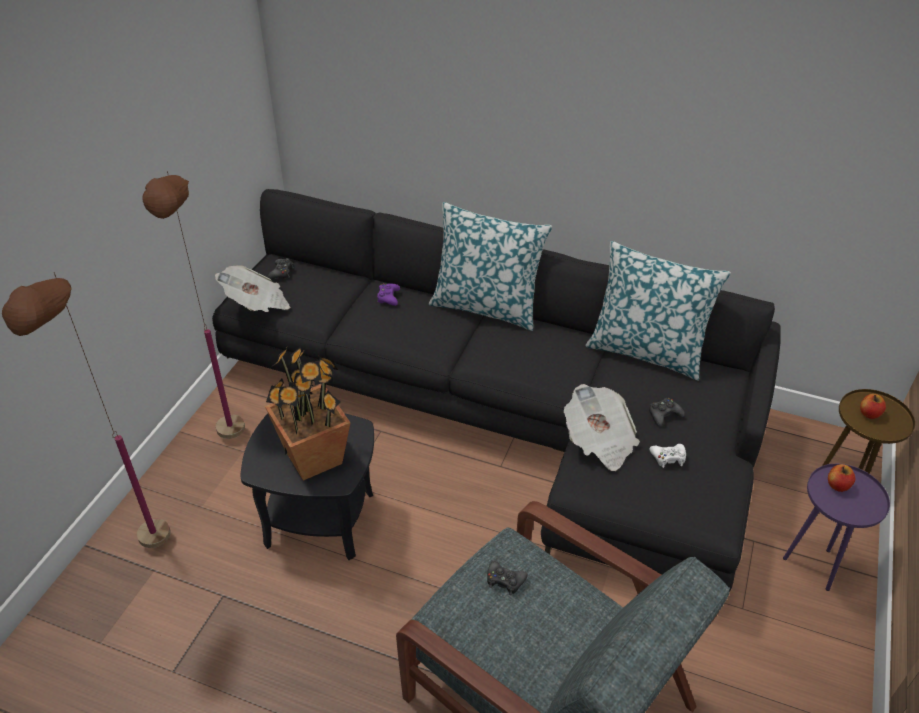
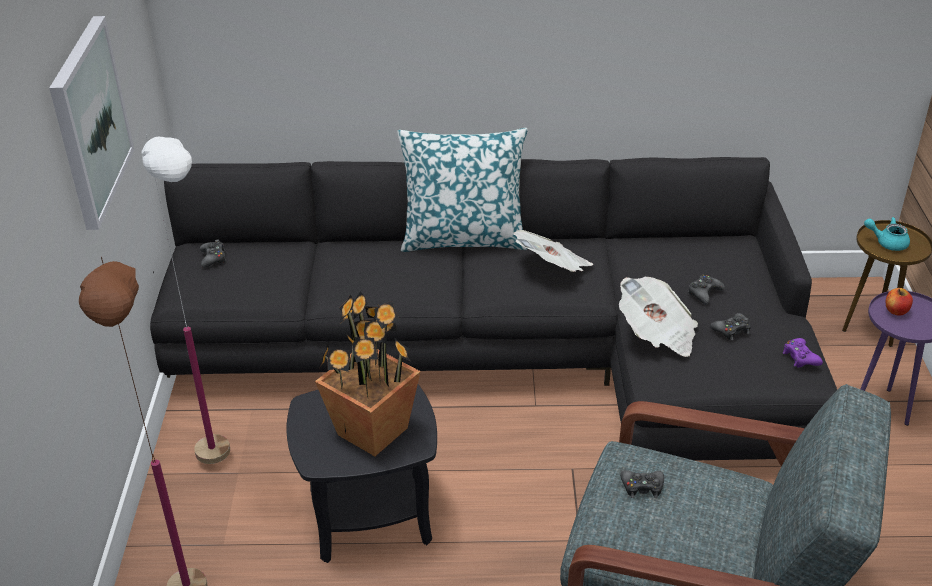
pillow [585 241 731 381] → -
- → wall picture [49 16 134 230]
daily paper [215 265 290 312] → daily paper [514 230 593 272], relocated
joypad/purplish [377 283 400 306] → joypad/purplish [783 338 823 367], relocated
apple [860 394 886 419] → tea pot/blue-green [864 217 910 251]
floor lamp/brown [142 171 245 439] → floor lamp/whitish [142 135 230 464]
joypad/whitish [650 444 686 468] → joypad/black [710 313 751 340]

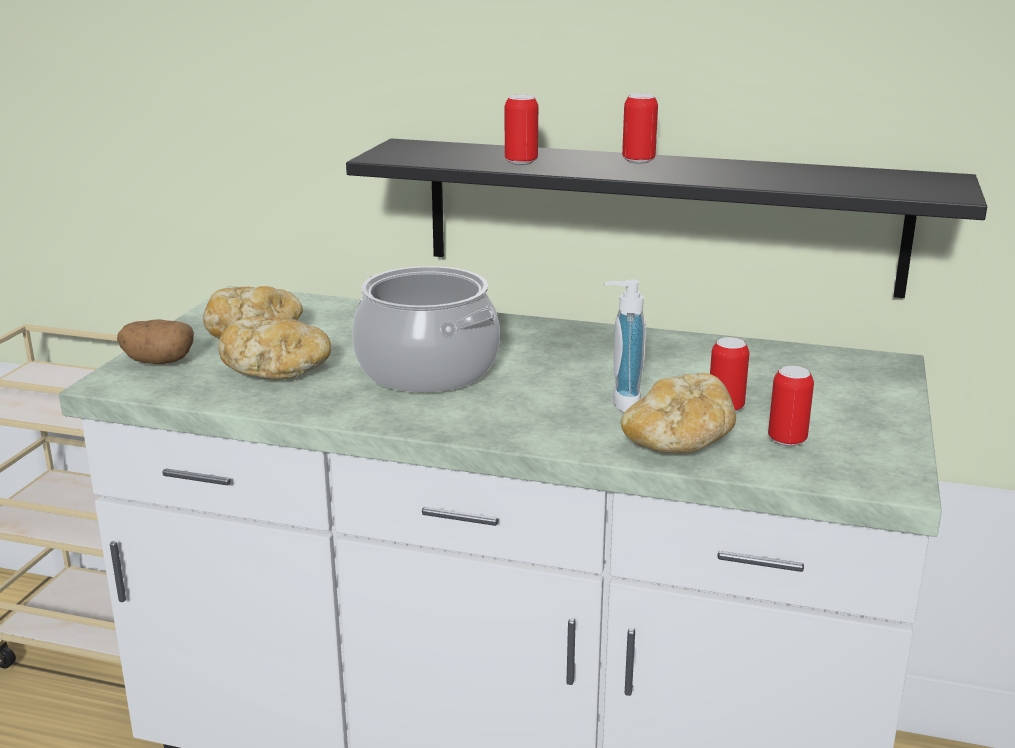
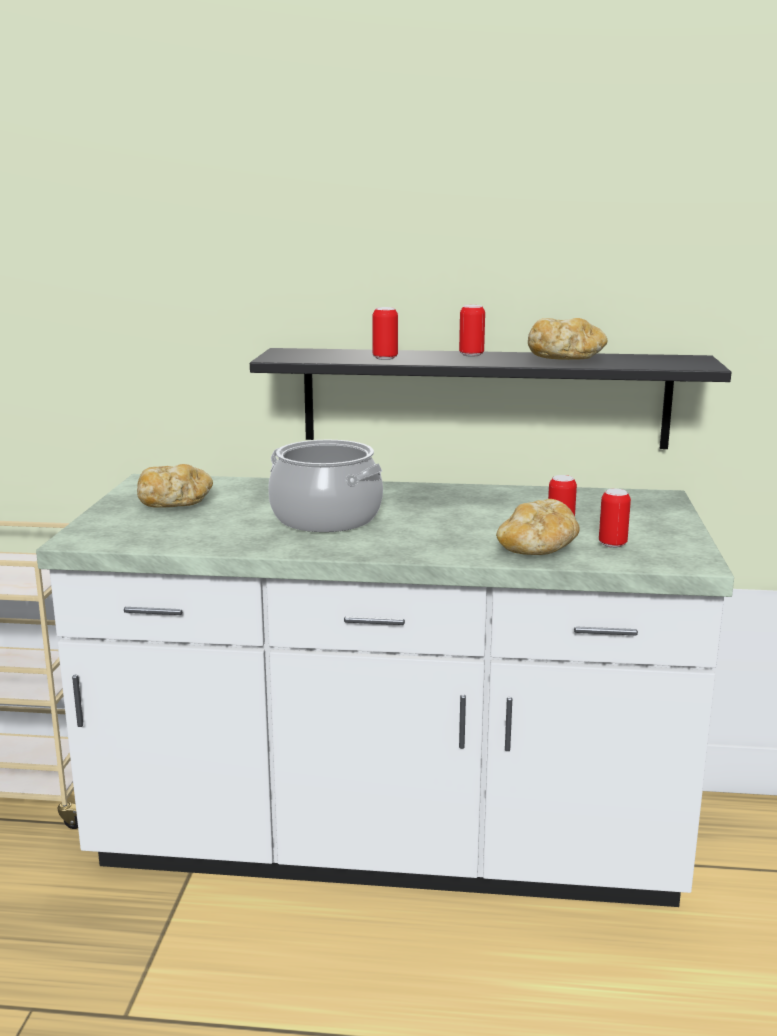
whole potato [117 319 194 364] → -
soap dispenser [604 279 646 413] → -
baked bread [218 316 331 380] → baked bread [528 318 607 360], relocated

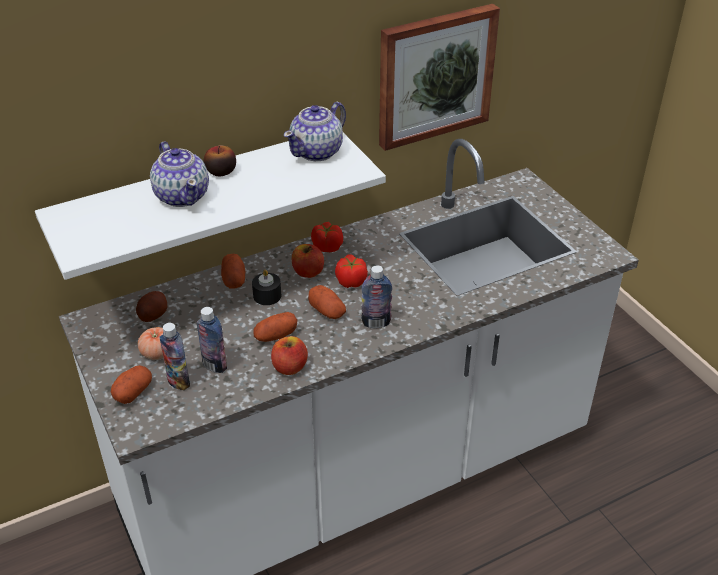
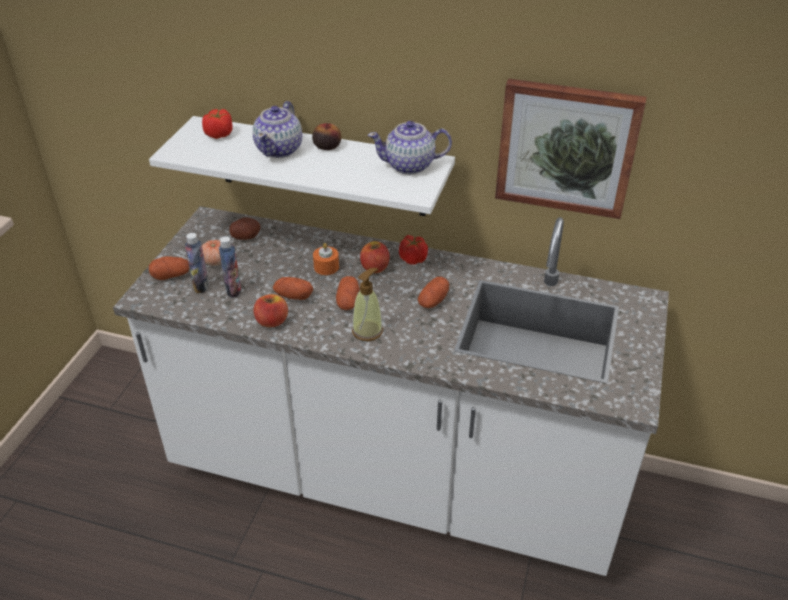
whole potato [221 254 246 289] → whole potato [418 277 449 308], relocated
tomato [335 254 368 288] → tomato [202 109 233 139], relocated
drink bottle [361 265 393 328] → soap dispenser [352 268 383 341]
wax light/black [252 270 281 305] → wax light/orange [313 243 339 275]

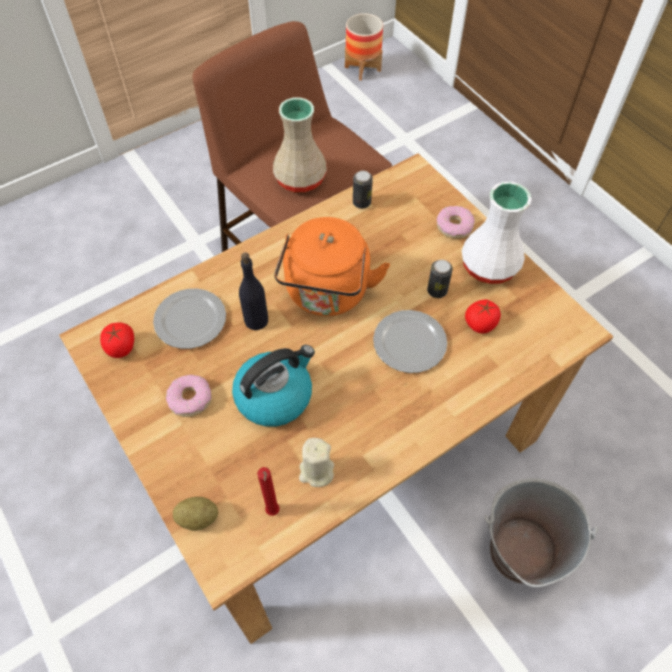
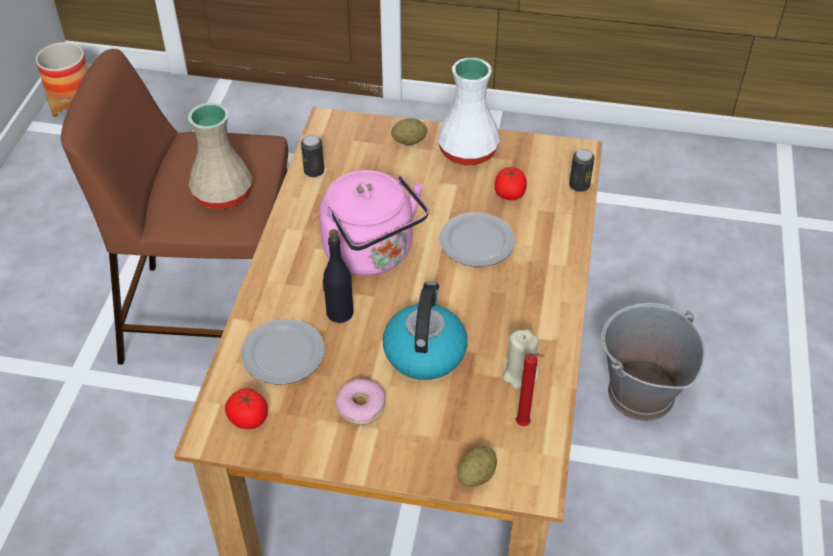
sealed can [427 260 453 298] → sealed can [569 149 595 192], relocated
ring doughnut [436 206 475 239] → whole potato [391 118 427 145]
kettle/orange [274 217 390 316] → kettle/pink-coloured [319 170 429 276]

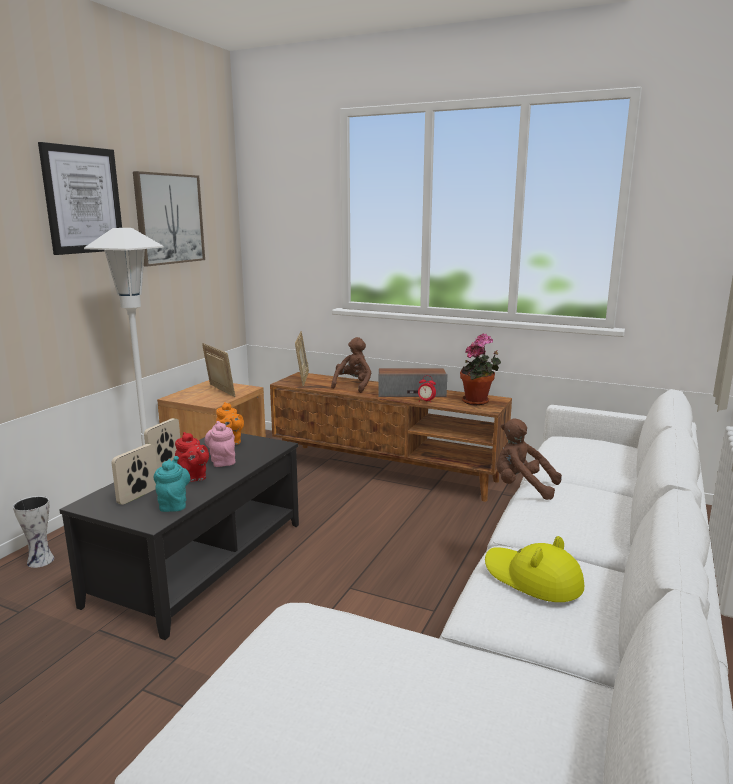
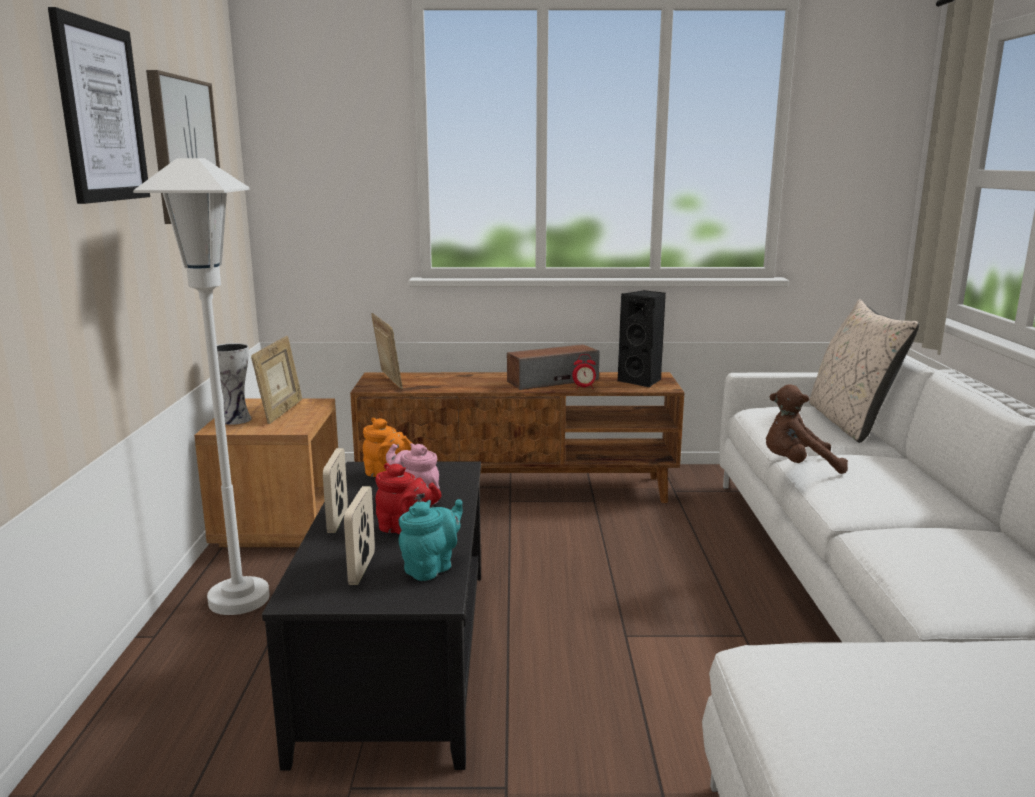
cuddly toy/brown [331 337 371 393] → -
wearable hat/yellowish [485 536 584 602] → -
- → pillow/beige-coloured [809 299 919 443]
vase [13 496 54 568] → vase [217 343 252 425], relocated
plant in a pot [460 334 501 405] → speaker/black [618 290 666 388]
tea pot/blue-green [154 456 190 512] → tea pot/blue-green [399 499 463 581], 75 degrees clockwise
photo frame [202 343 235 397] → photo frame [251 336 302 424], 75 degrees clockwise

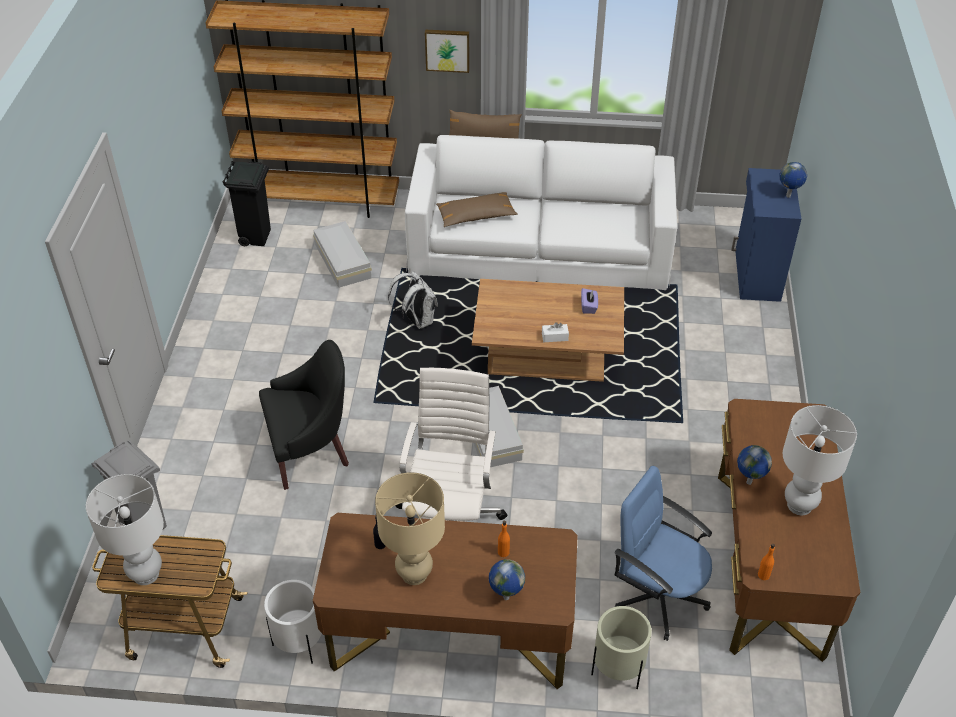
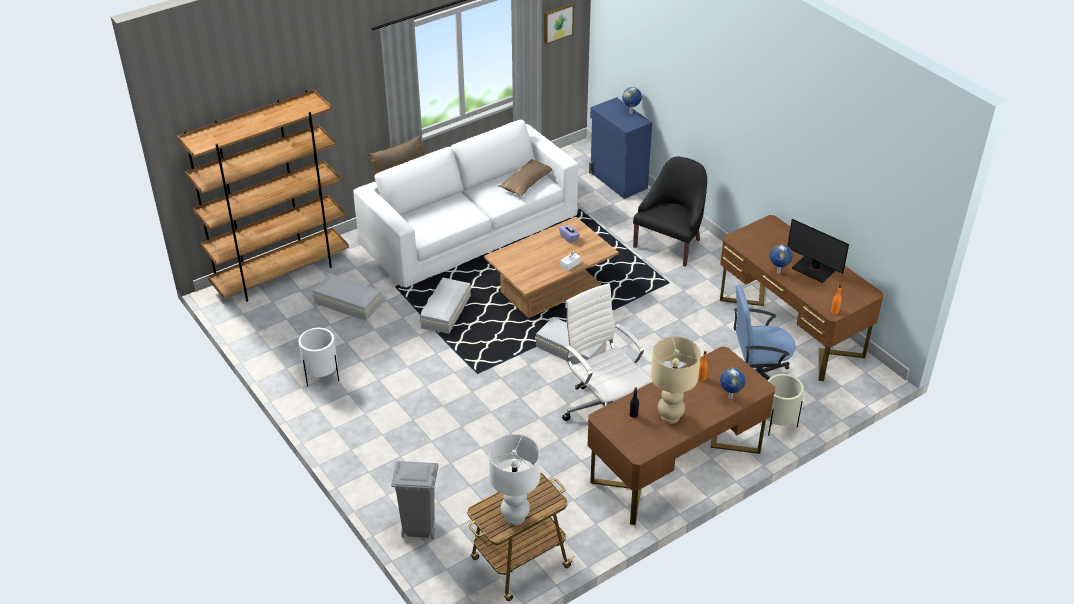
trash can/black [222 161 271 246] → -
easy chair/black [259 340 349 490] → easy chair/black [633 157 707 267], relocated
flower pot/whitish [264 580 322 664] → flower pot/whitish [299 328 339 386], relocated
wall picture [425 30 470 73] → wall picture [544 3 574 44], relocated
pillow/brown [436 192 518 227] → pillow/brown [499 159 553 197], relocated
backpack/whitish [388 271 438 329] → storage bin/whitish [420 278 471 334]
tabletop lamp/whitish [783 405 857 515] → computer display [788 219 849 283]

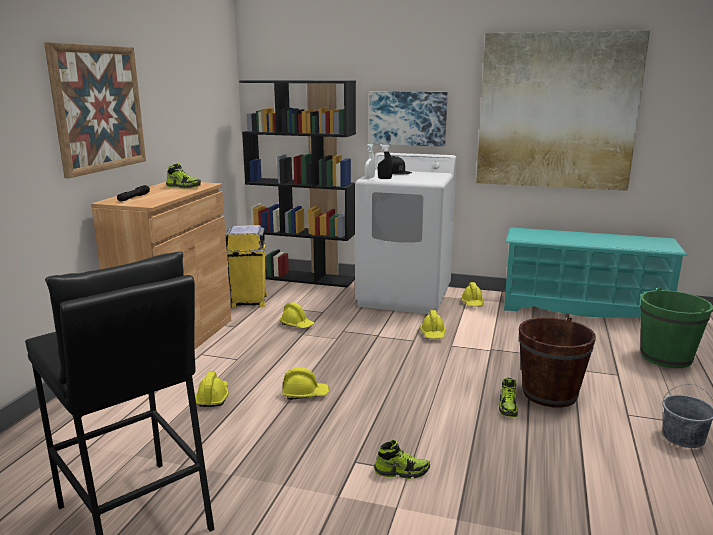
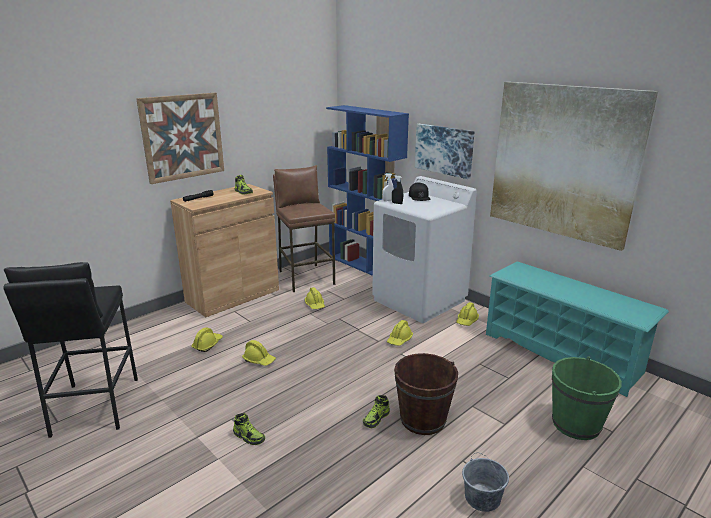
trash can/yellowish [226 225 267 308] → stool seat/brown [273 165 335 292]
bookshelf/black [239 80 356 288] → bookshelf/blue [326 105 409 276]

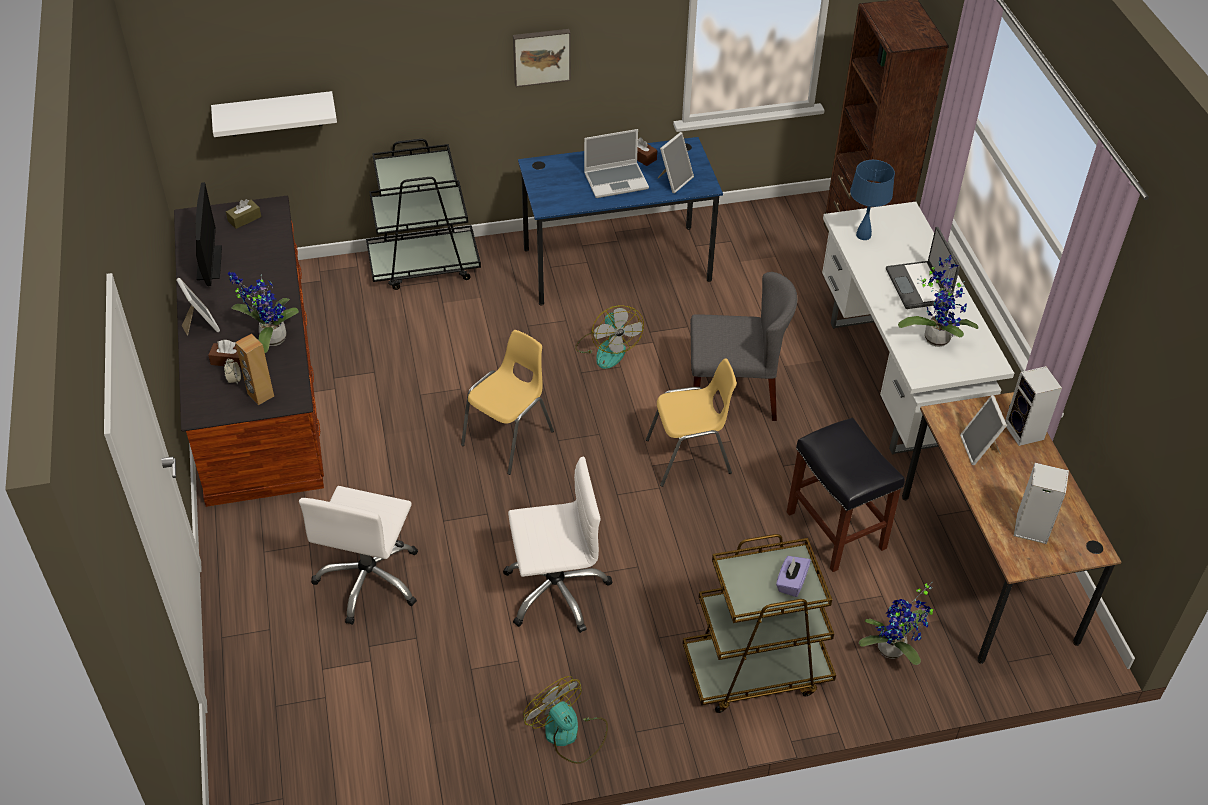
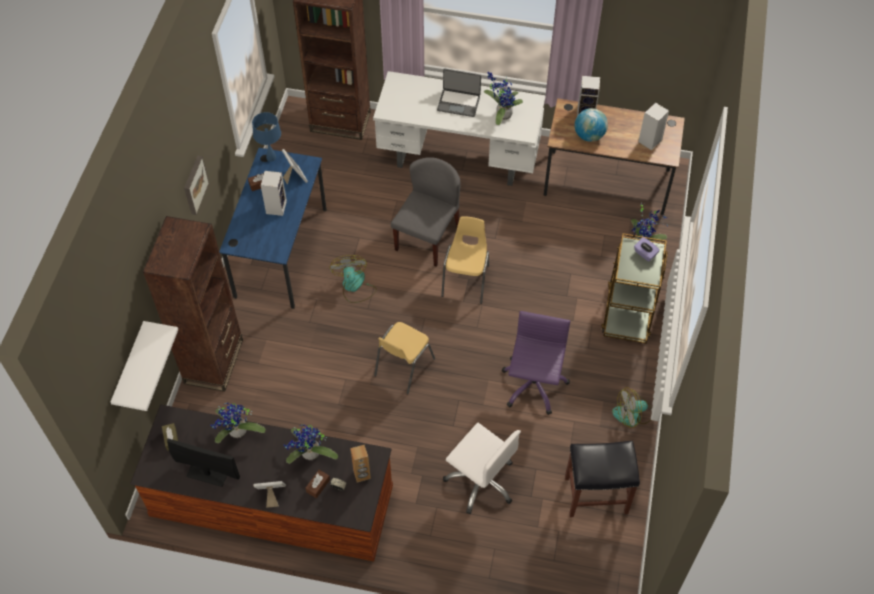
- → plant in a pot [210 403 266 443]
stool seat/black [787 418 905 572] → stool seat/black [565 441 640 517], relocated
tabletop lamp/blue [850 160 895 240] → tabletop lamp/blue [252 112 281 162], relocated
trolley/black [366 139 481 290] → bookshelf/brown [143 216 243 392]
laptop [584 129 649 198] → speaker [261 171 287 216]
photo frame [960 395 1007 465] → world globe [575 108 608 142]
office chair/whitish [503 456 612 633] → office chair/purplish [502 311 571 415]
upright chair/yellowish [461 330 554 475] → upright chair/yellowish [374 322 435 394], 120 degrees counterclockwise
cooling fan [575 305 644 369] → cooling fan [329 255 377 303], 105 degrees counterclockwise

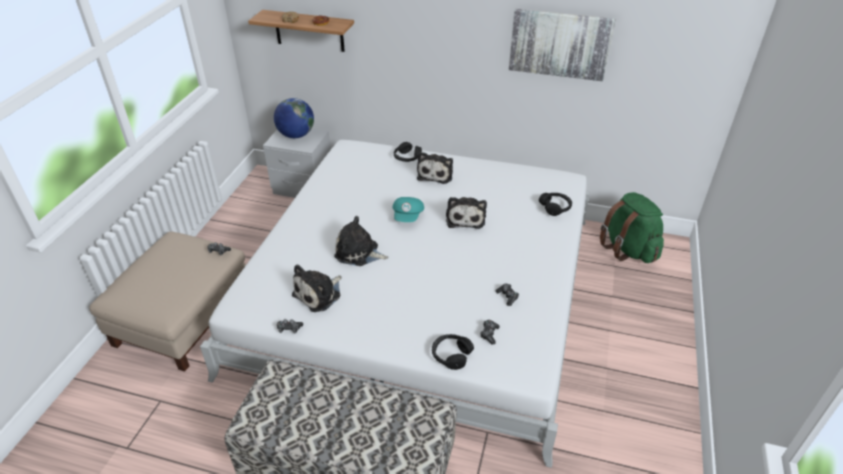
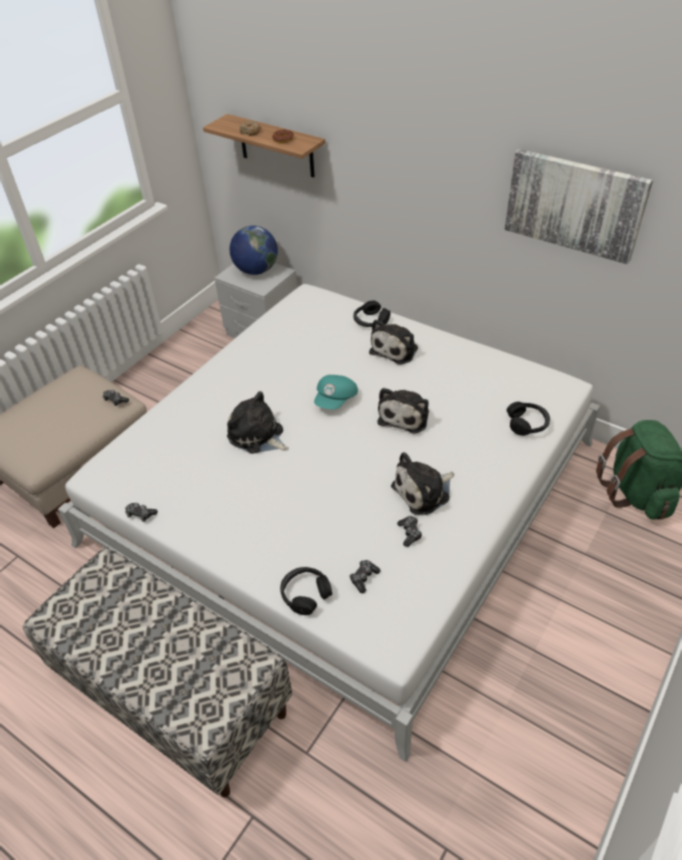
cuddly toy [292 264 341 312] → cuddly toy [391 452 454 515], relocated

